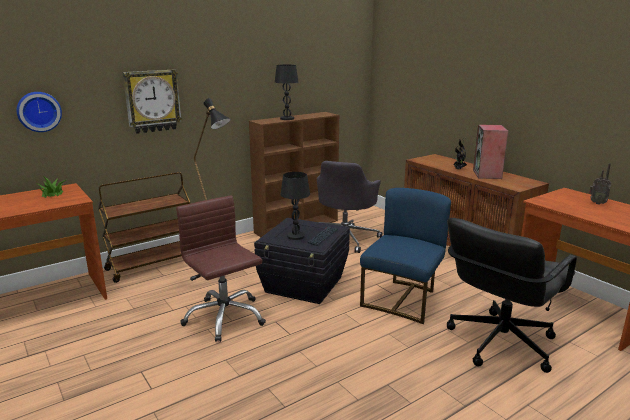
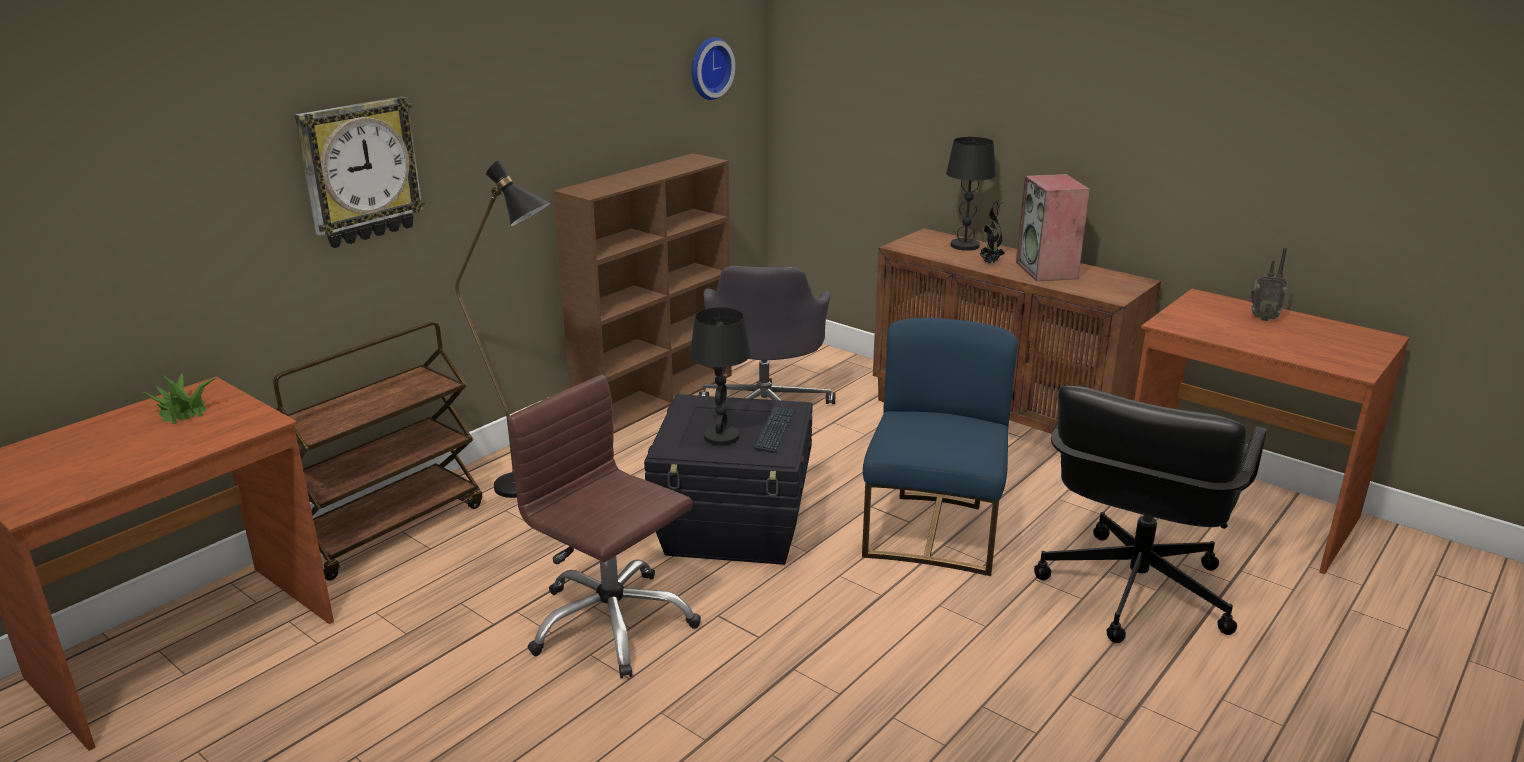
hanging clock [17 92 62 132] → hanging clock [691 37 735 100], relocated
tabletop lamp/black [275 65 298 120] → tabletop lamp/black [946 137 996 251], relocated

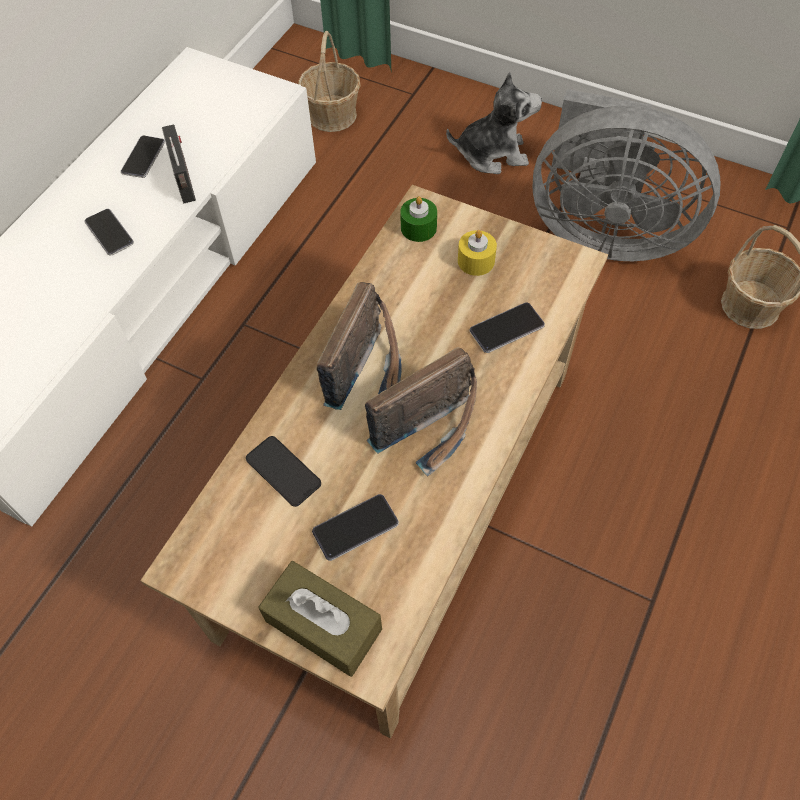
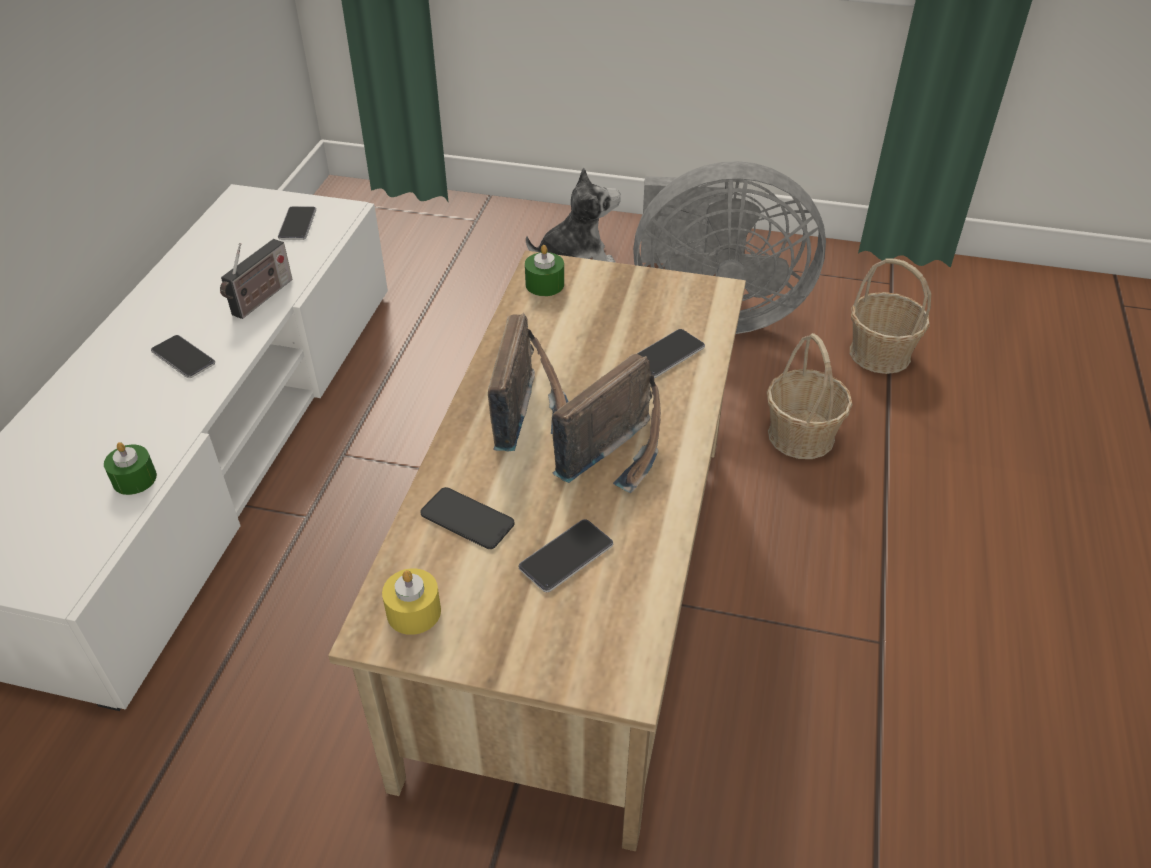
tissue box/brown [258 561 382 677] → -
- → wax light/green [104 442 157 495]
phone [121 136 165 178] → phone [278 206 316 240], relocated
basket [298 31 361 132] → basket [767 333 852 459], relocated
wax light/yellowish [458 230 497 276] → wax light/yellowish [382 568 441 635], relocated
radio receiver [162 124 196 203] → radio receiver [220 239 293 319], 60 degrees clockwise

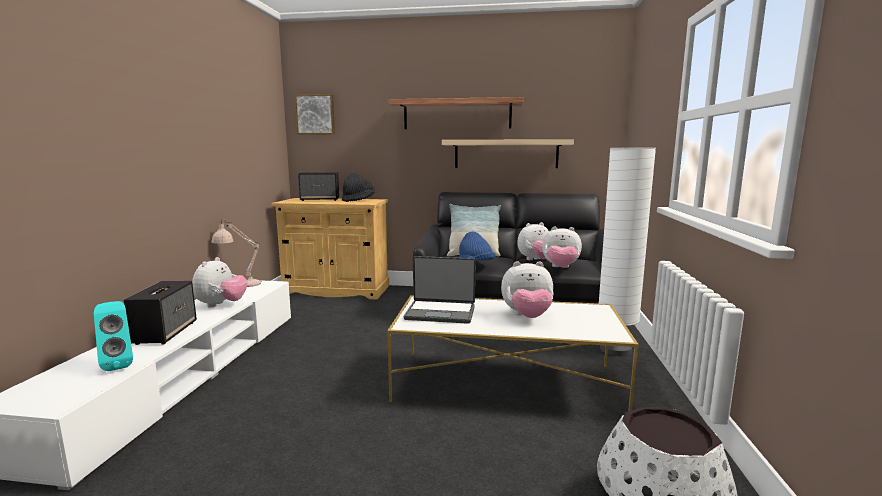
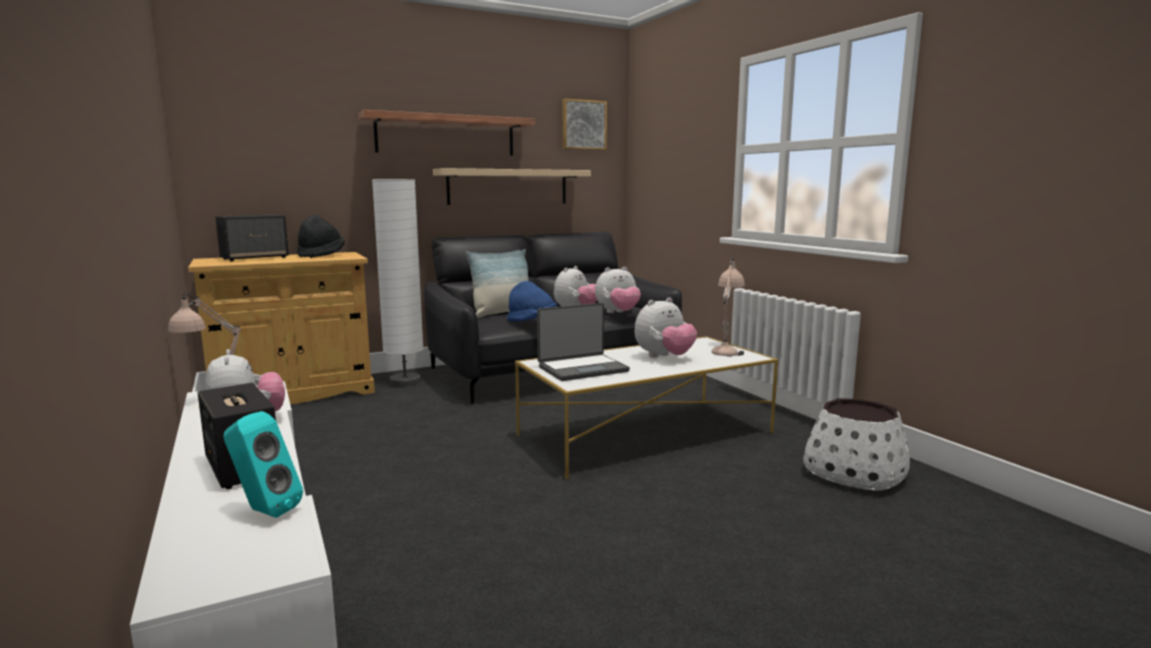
- → tabletop lamp/beige-coloured [712 255 745 357]
wall picture [295 94 335 134] → wall picture [562 99 607 150], relocated
floor lamp/whitish [599 148 656 356] → floor lamp/whitish [372 179 424 387], relocated

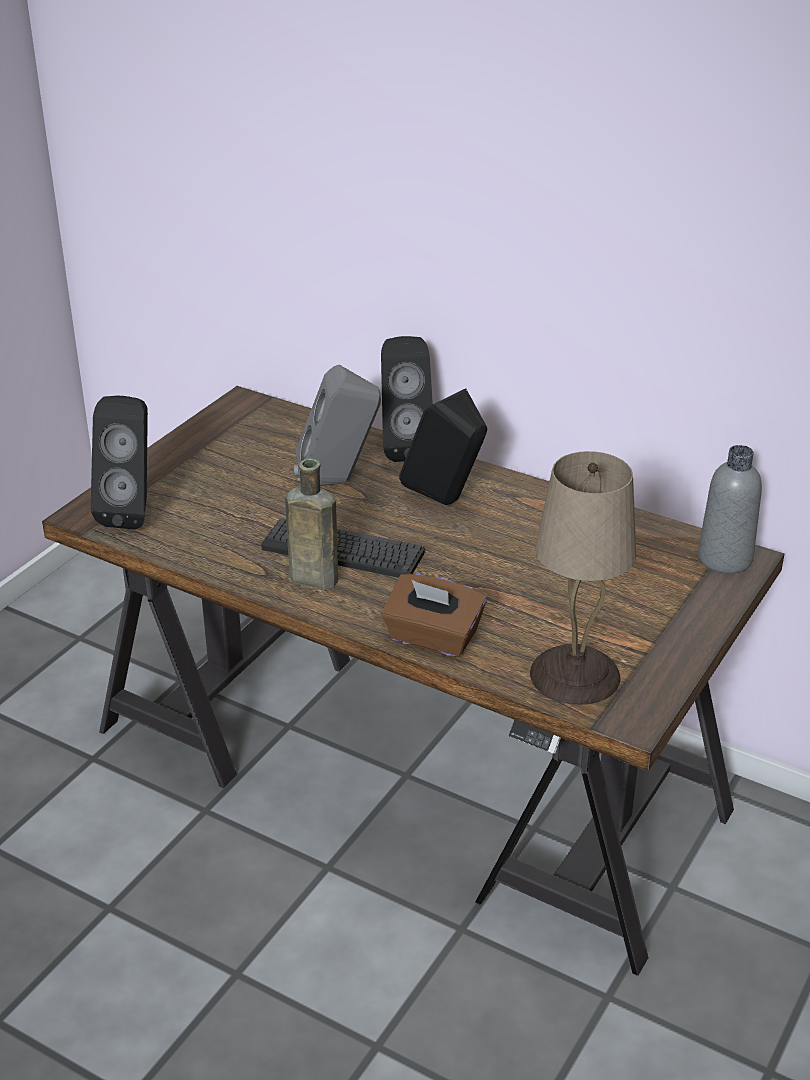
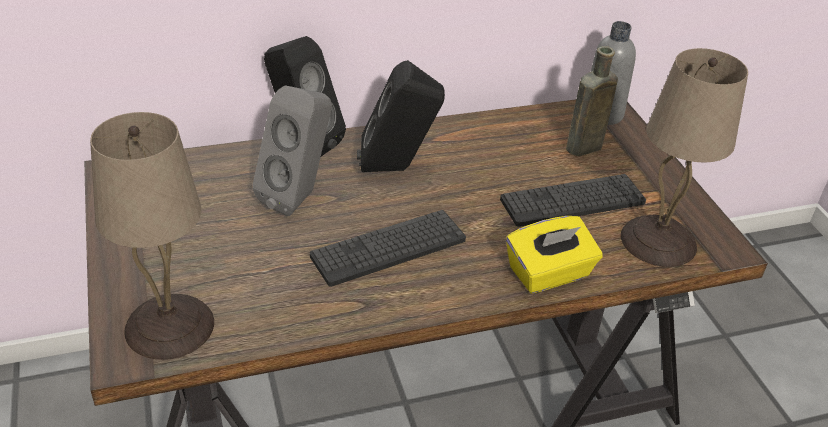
- → computer keyboard [500 174 646 227]
drink bottle/brown [285 458 338 590] → drink bottle/brown [566 46 618 156], relocated
speaker/black [91 396 148 530] → tabletop lamp/beige-coloured [90 112 214 360]
tissue box/brown [381 574 487 657] → tissue box/yellowish [506 216 603 293]

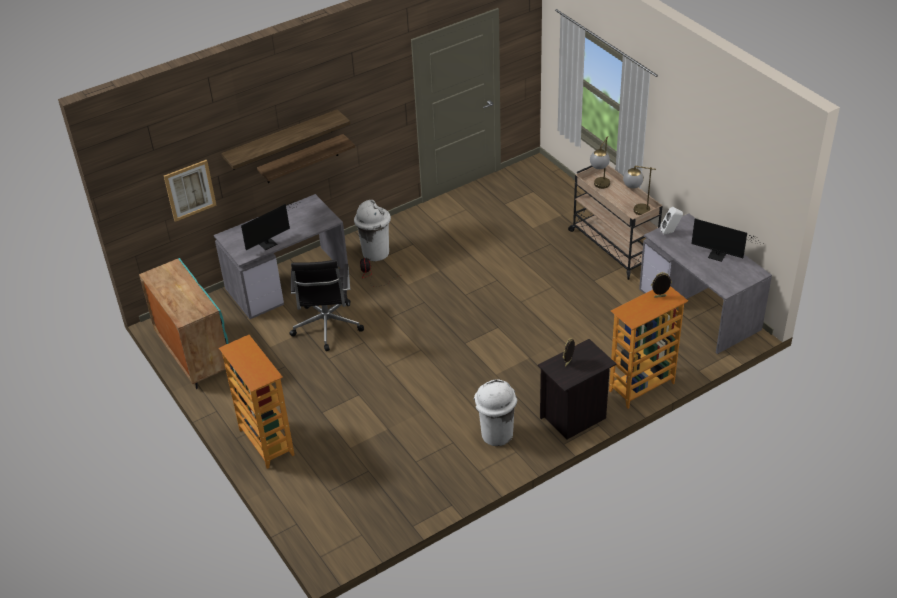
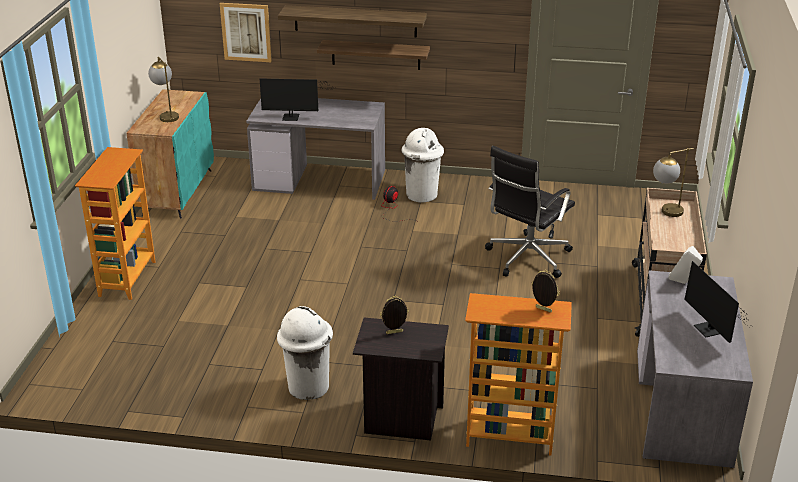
office chair/black [289 260 364 351] → office chair/black [485 146 575 278], relocated
tabletop lamp [623 166 656 215] → tabletop lamp [148 57 179 122], relocated

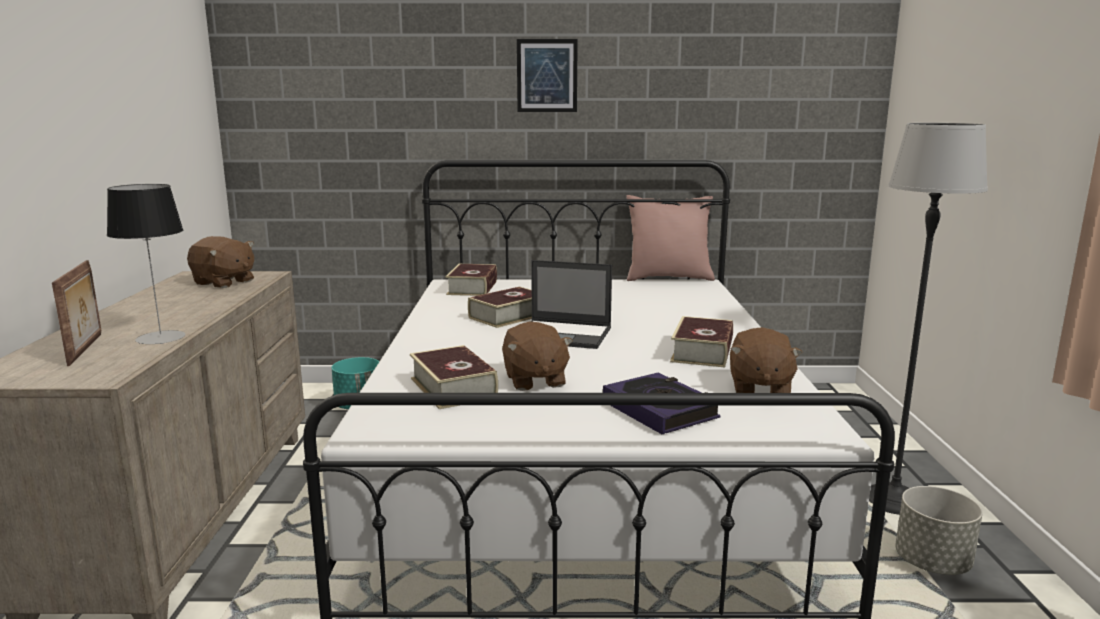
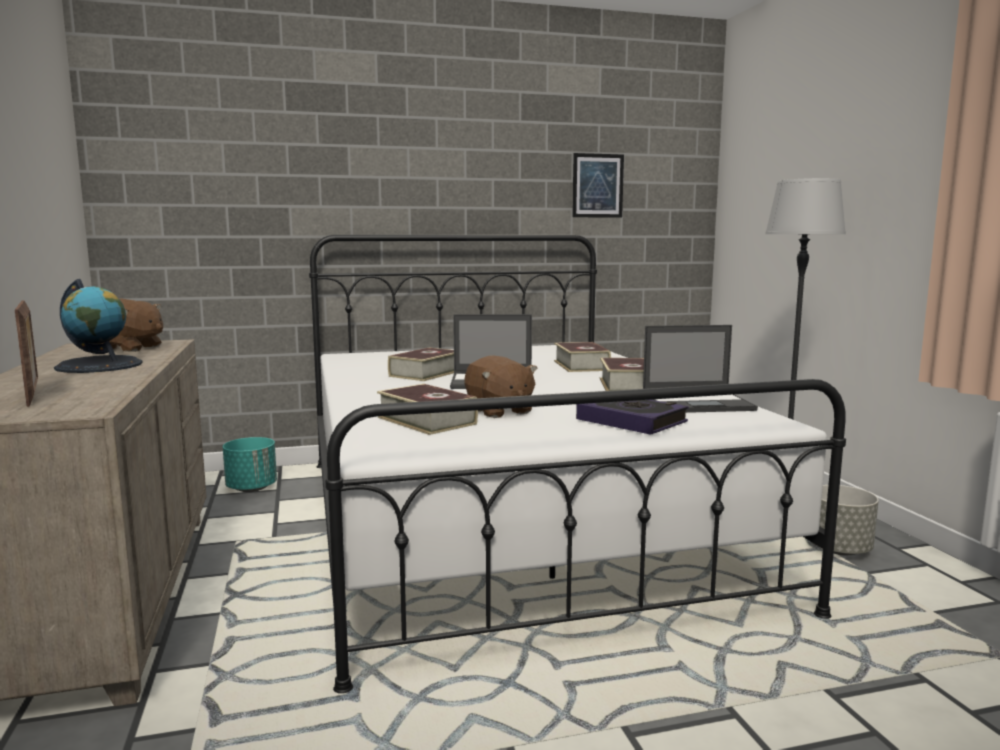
tabletop lamp [107 184 185 344] → -
pillow/pink-coloured [626 195 715 281] → -
- → world globe [54 279 143 373]
bound book [446 264 497 296] → bound book [554 342 611 372], relocated
wall picture [517 39 578 112] → wall picture [572 153 624 218], relocated
cuddly toy/brown [730 327 803 393] → laptop [643 325 758 413]

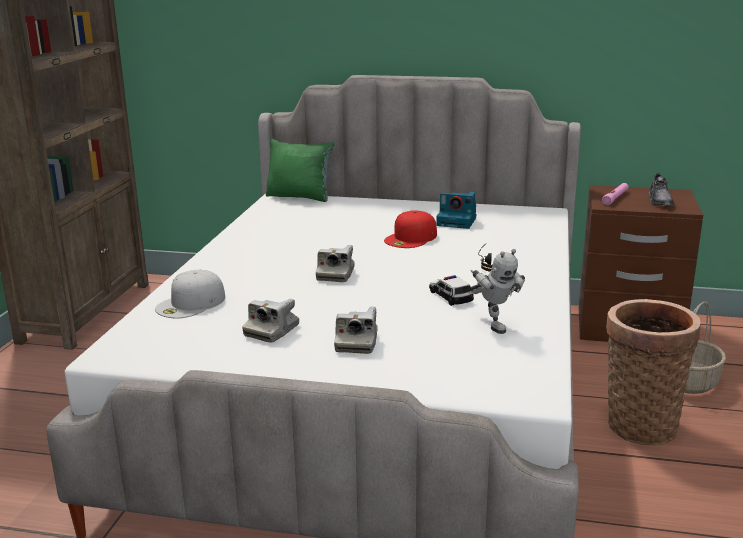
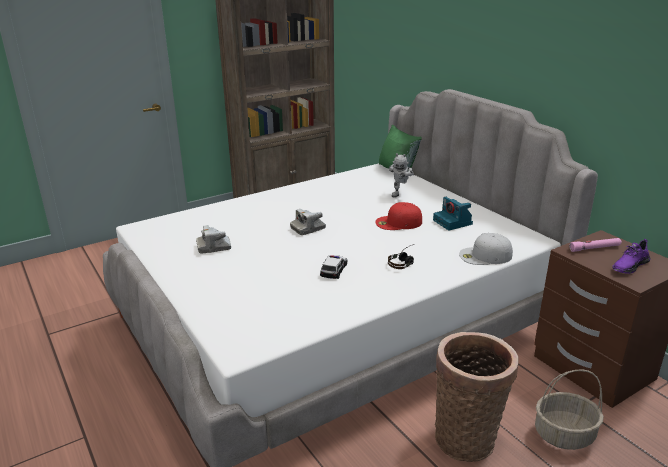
still camera [334 307 378 354] → -
cap/whitish [155 269 225 319] → cap/whitish [459 233 513 265], relocated
model robot [470 249 525 334] → model robot [389 153 414 198], relocated
low shoe/greyish [648 173 674 206] → low shoe/purplish [612 239 650 274]

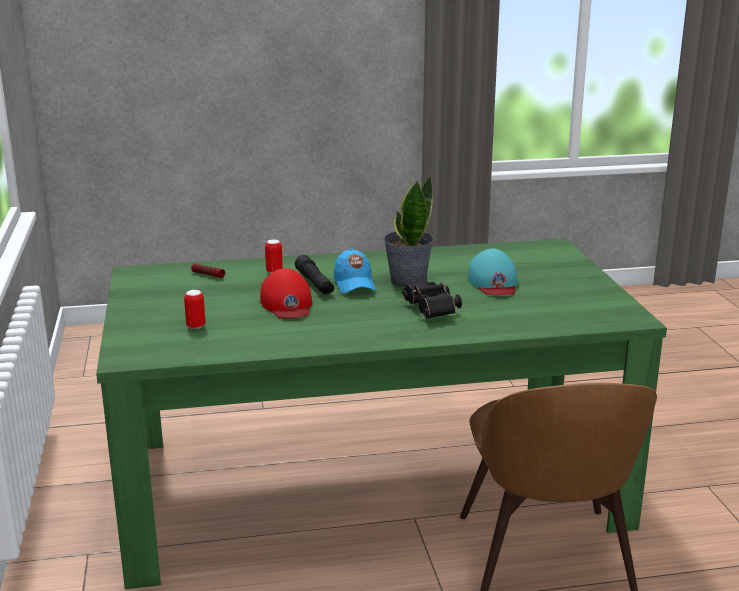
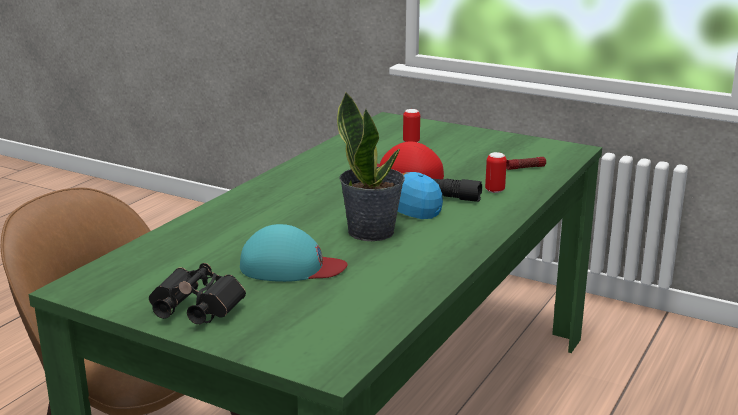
pair of binoculars/black [402 282 462 319] → pair of binoculars/black [149 263 246 324], relocated
cap/blue-green [468 249 518 295] → cap/blue-green [240 224 348 282], 150 degrees clockwise

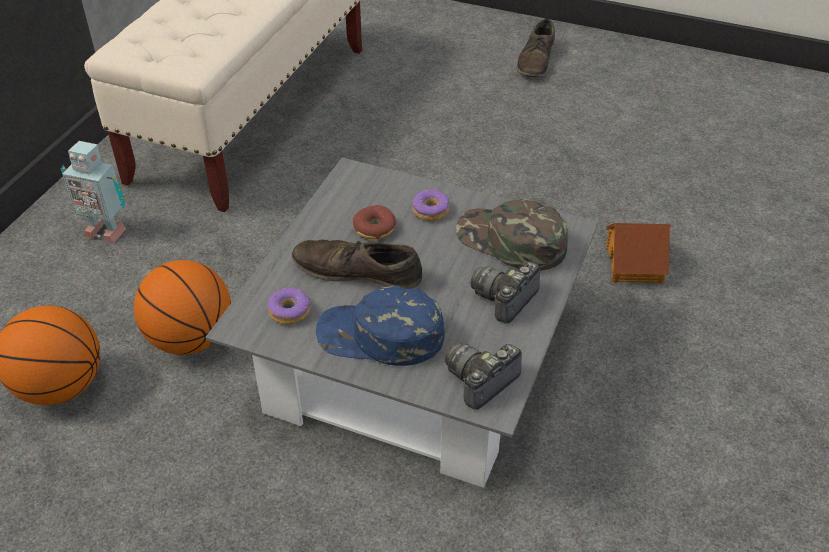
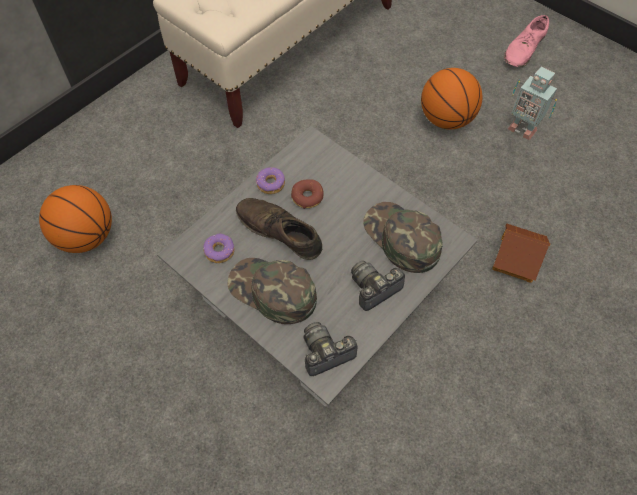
model robot [61 141 126 243] → model robot [508 66 557 140], relocated
basketball ball [134 260 231 355] → basketball ball [421 68 482 129], relocated
ring doughnut [412 189 450 221] → ring doughnut [256 167 285 194], relocated
cap/blue [316 286 444 366] → cap/green [227 258 317 324]
low shoe/brown [517 19 555 77] → low shoe/pink-coloured [504 15 549 68]

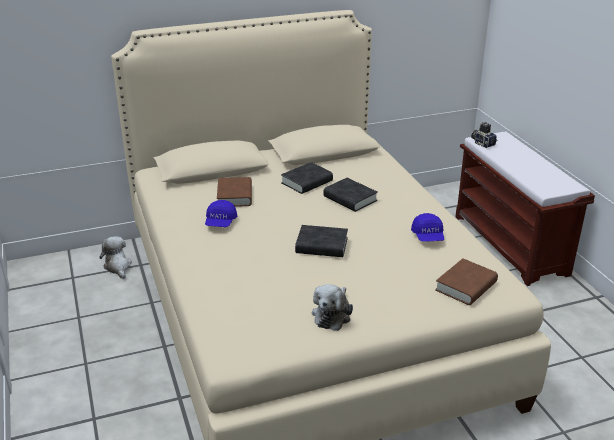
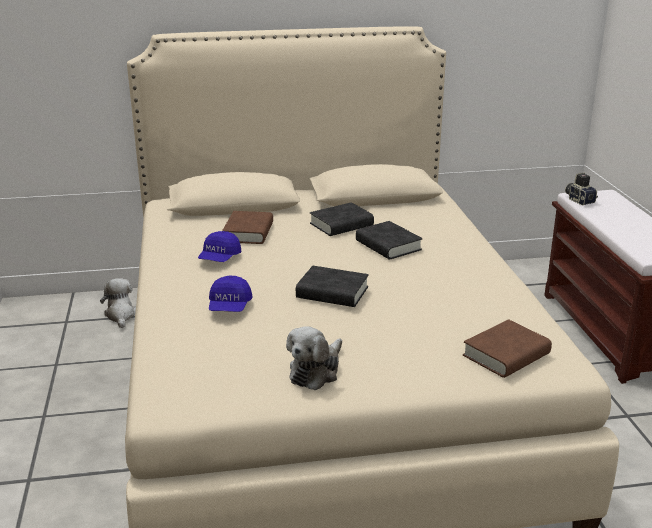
cap/blue [411 213 444 242] → cap/blue [209 275 253 312], relocated

